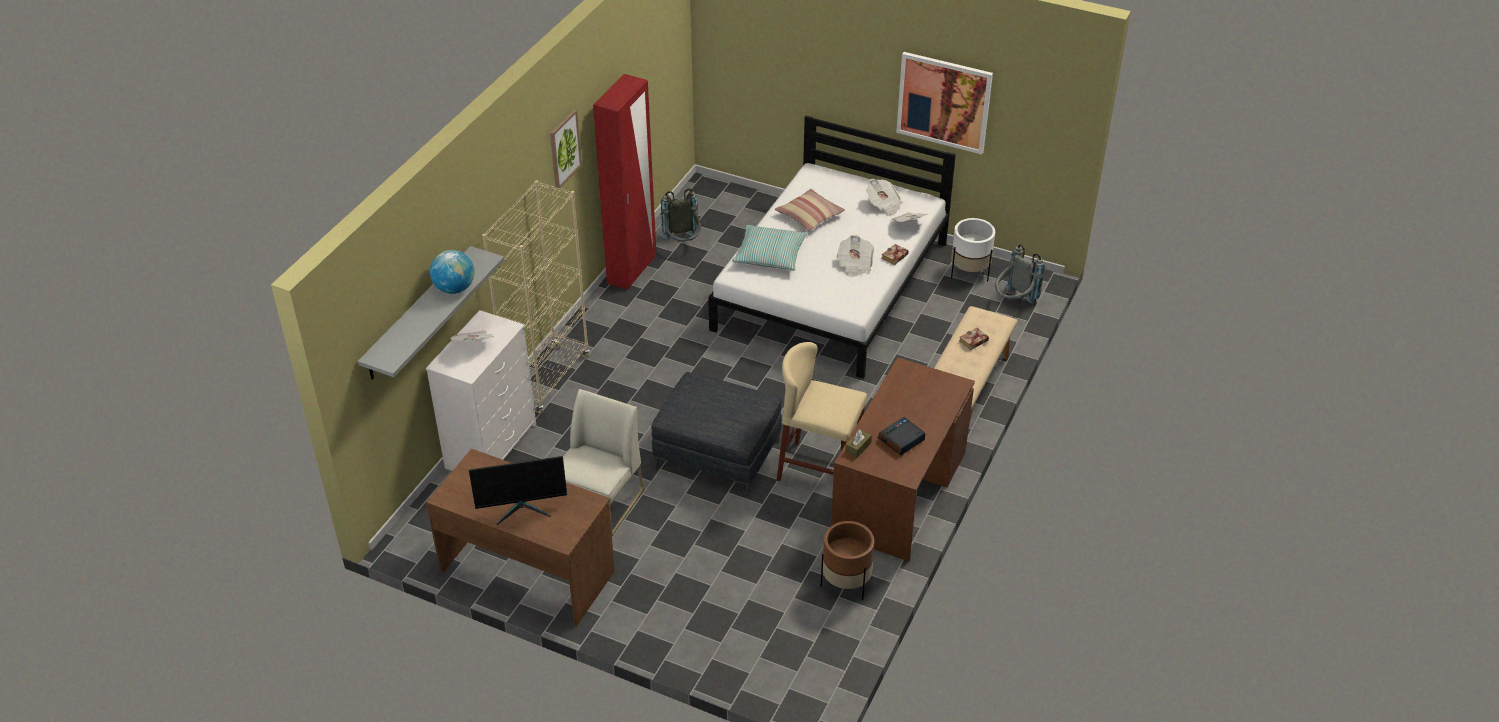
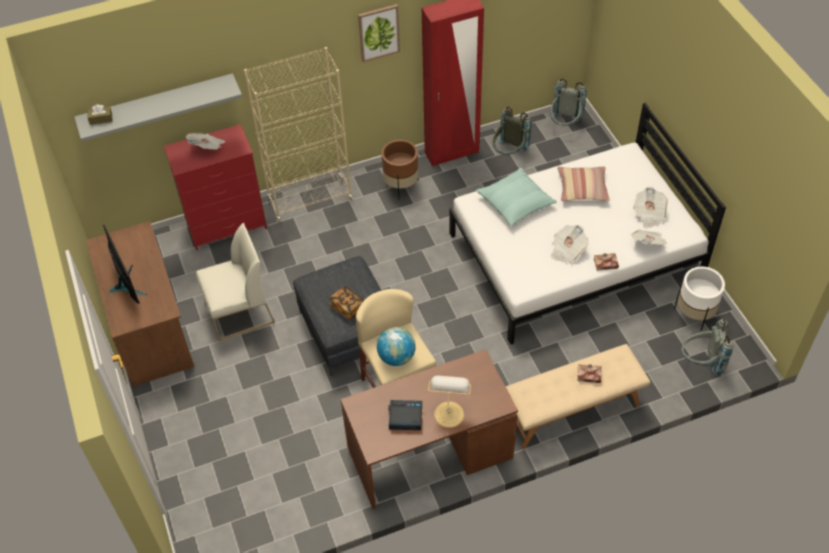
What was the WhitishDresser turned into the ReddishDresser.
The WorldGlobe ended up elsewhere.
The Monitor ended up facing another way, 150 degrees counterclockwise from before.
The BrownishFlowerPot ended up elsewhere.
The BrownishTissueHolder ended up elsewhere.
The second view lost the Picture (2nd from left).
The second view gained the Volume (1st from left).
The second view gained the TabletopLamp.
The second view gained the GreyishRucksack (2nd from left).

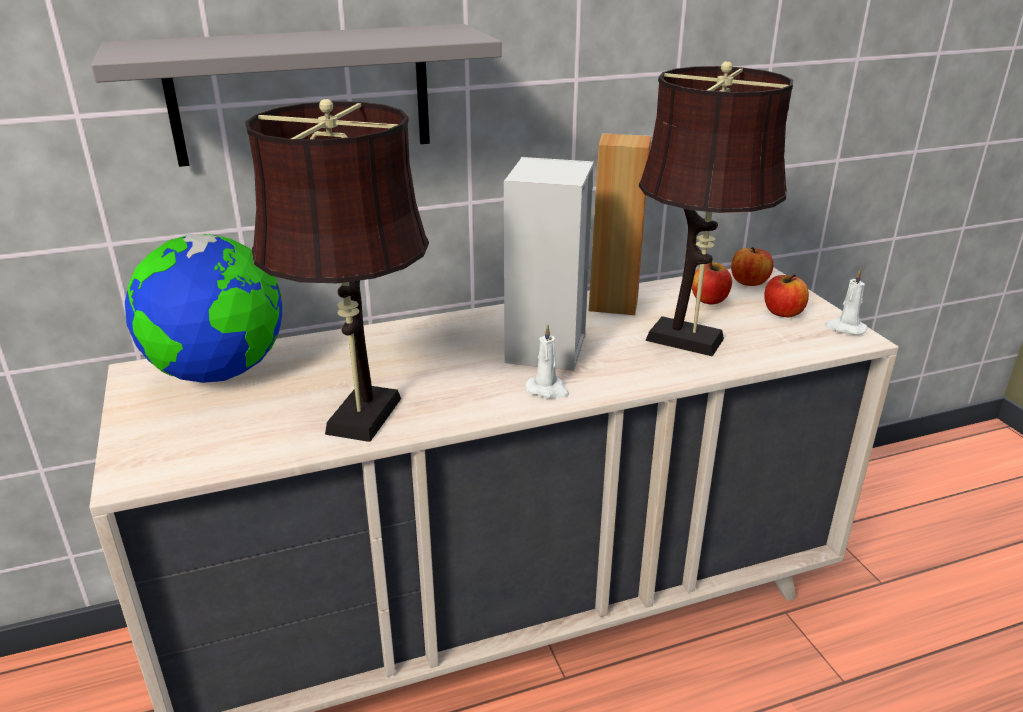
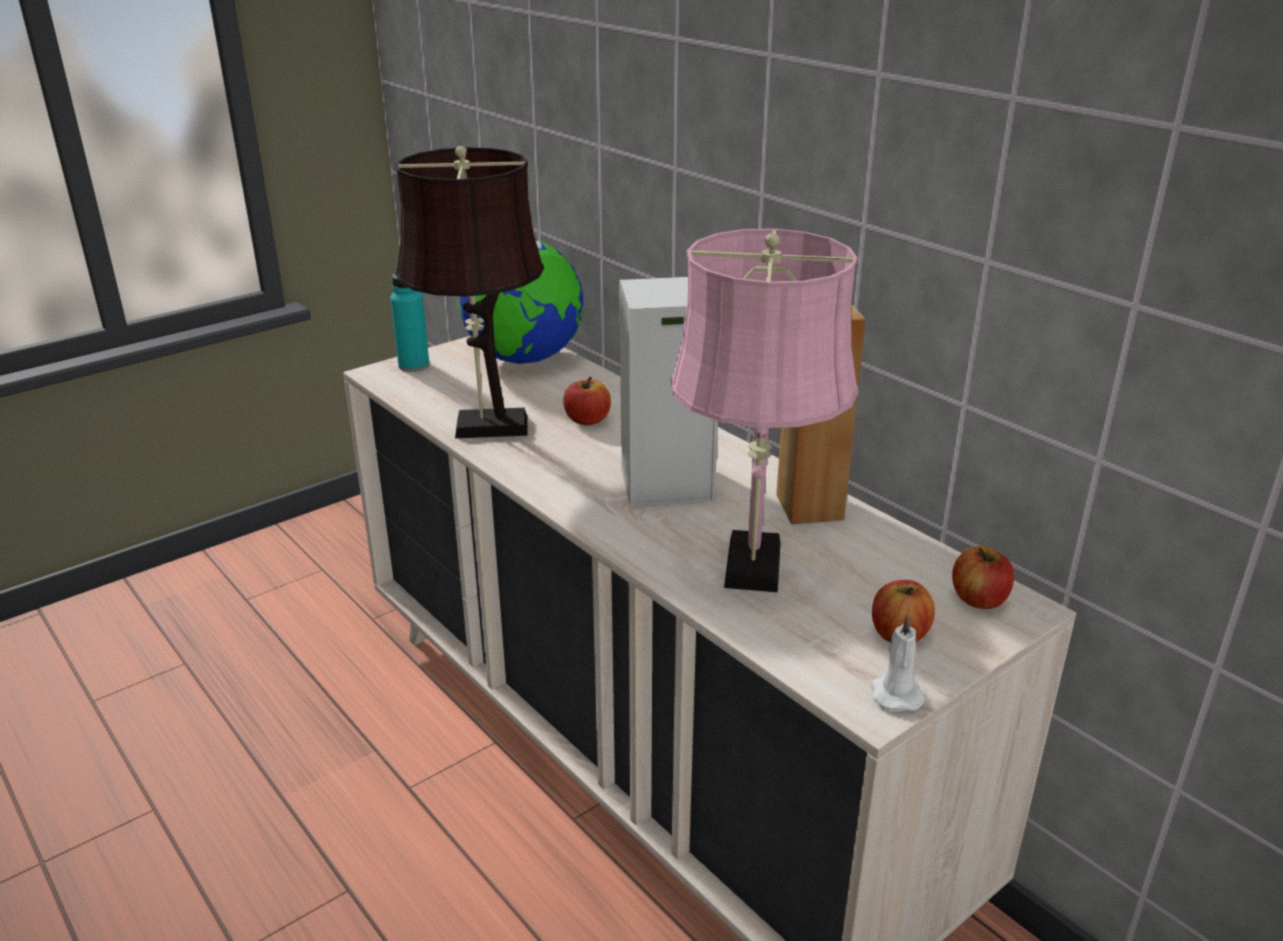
The second view lost the GreyishBracketShelf.
The second view lost the WhitishCandle (1st from left).
What was the BrownishTabletopLamp (2nd from left) turned into the PinkTabletopLamp.
The WholeApple (1st from left) ended up elsewhere.
The second view gained the TurquoiseBeverageBottle.

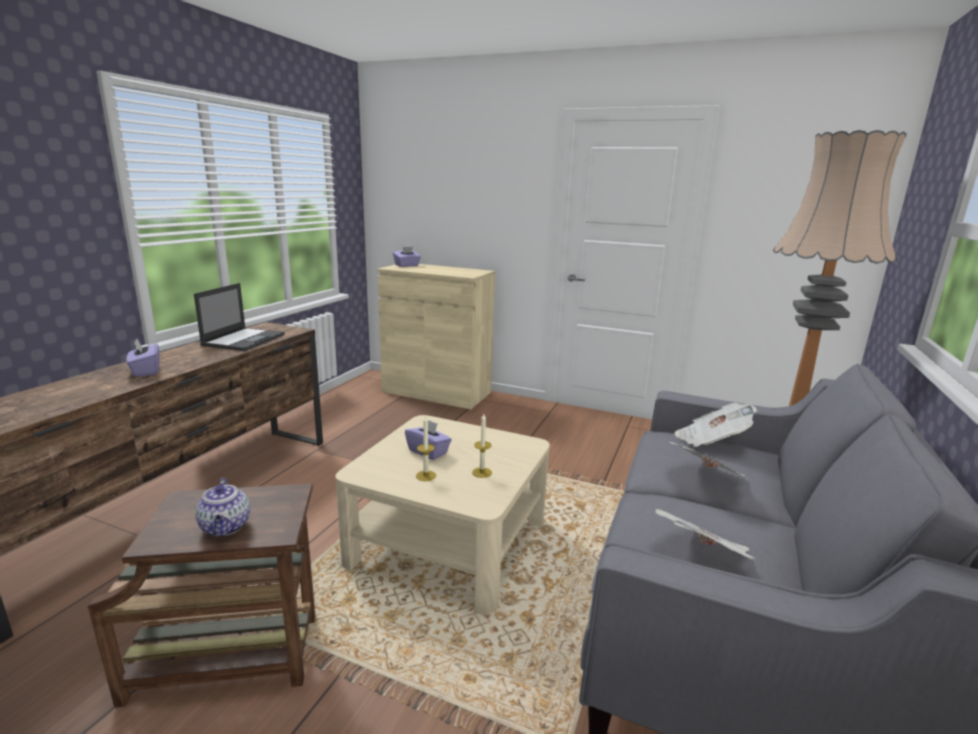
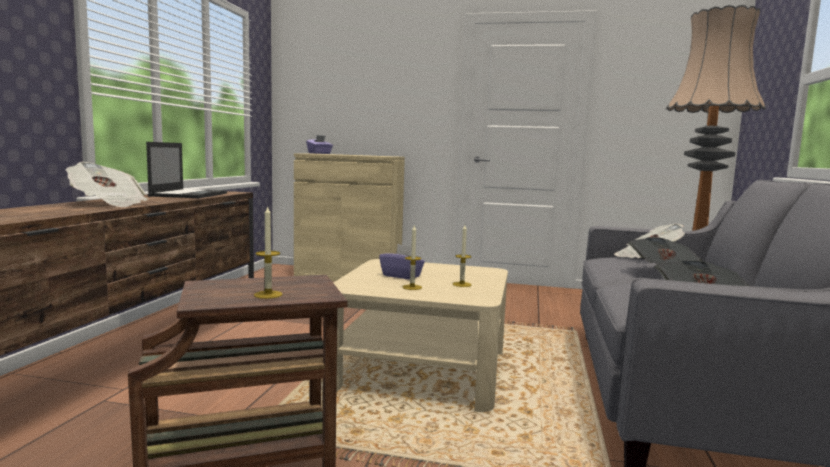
Where the PurpleColouredTissueHolder (1st from left) stood, the DailyPaper (1st from left) came to stand.
Where the TeaPot stood, the Candle (1st from left) came to stand.

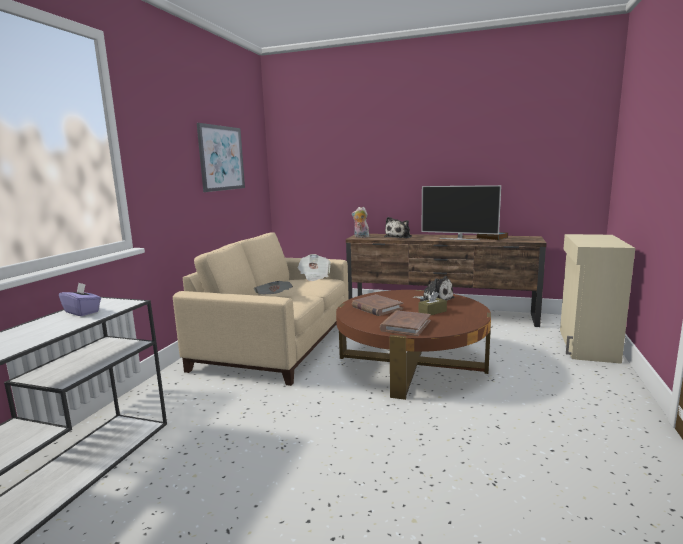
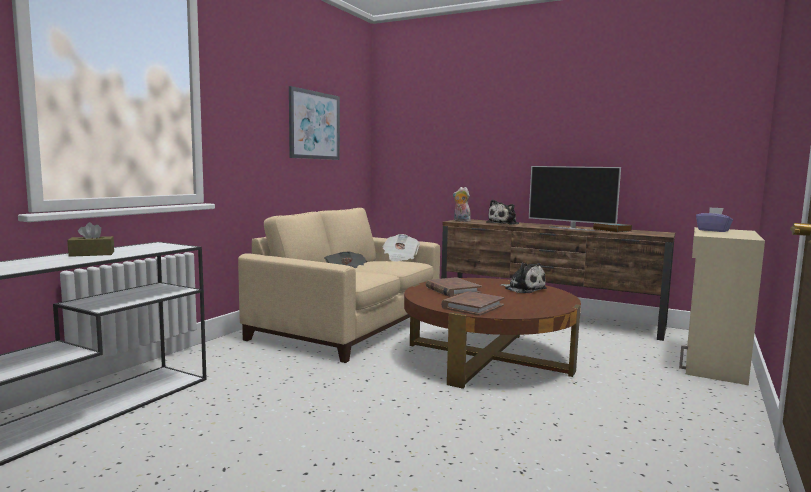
The PurpleColouredTissueHolder ended up elsewhere.
The BrownishTissueHolder ended up elsewhere.

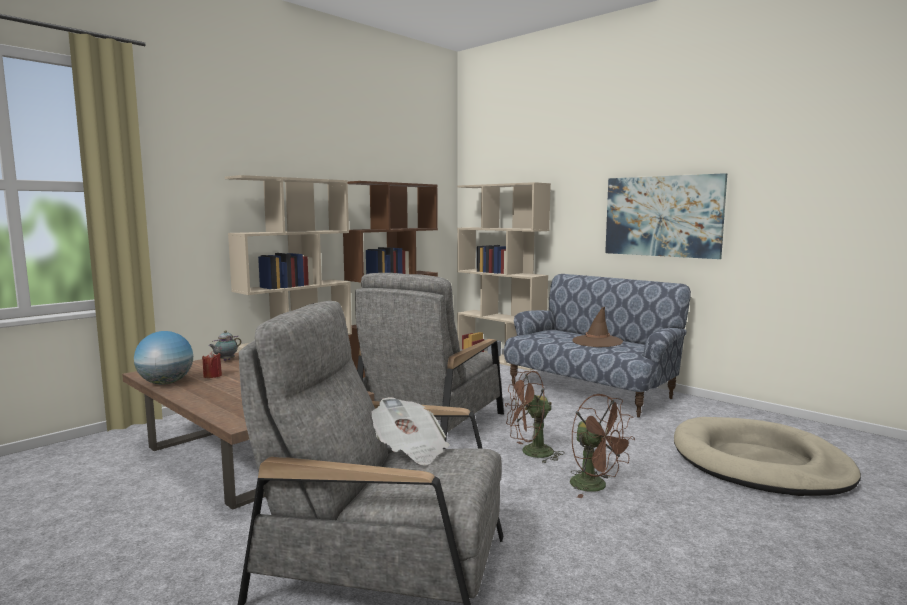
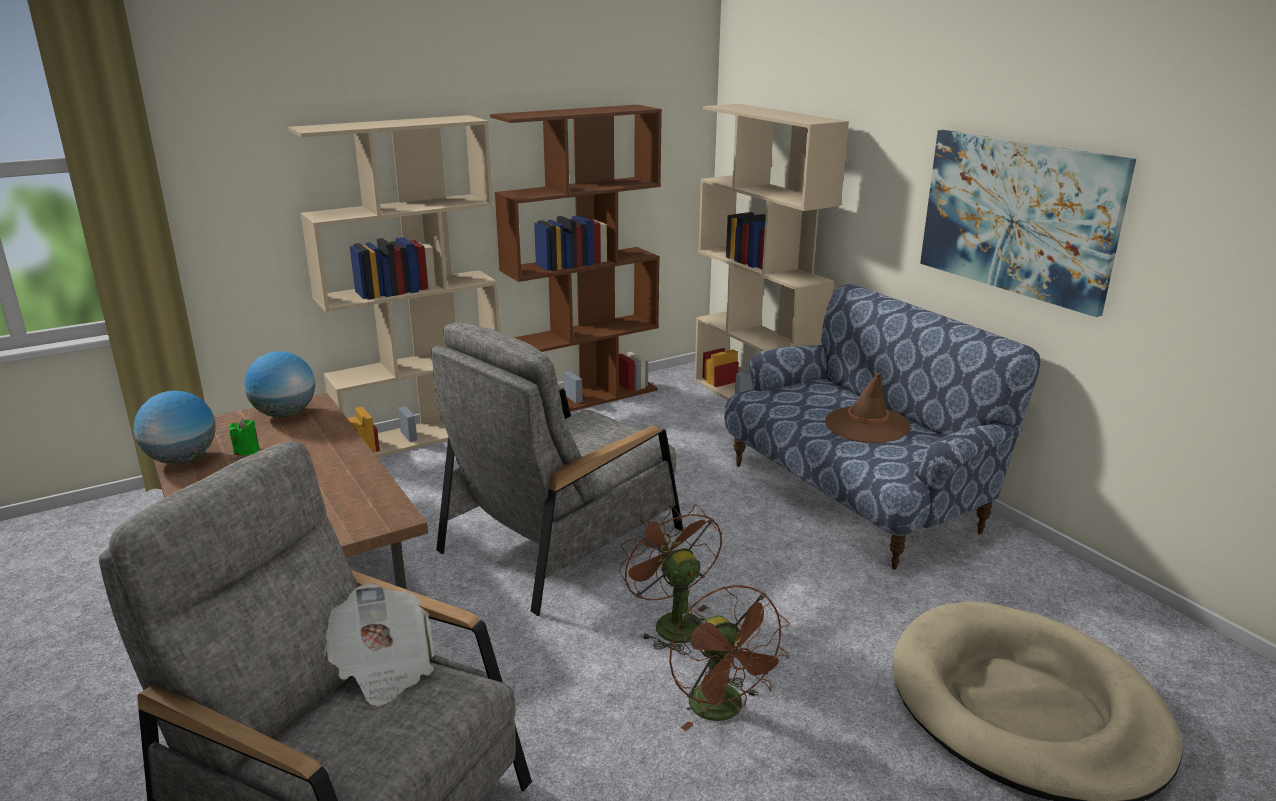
What was the ReddishCandle turned into the GreenishCandle.
Where the TeaPot stood, the WorldGlobe (2nd from left) came to stand.
The BrownishCoolingFan (1st from left) ended up facing another way, 60 degrees clockwise from before.

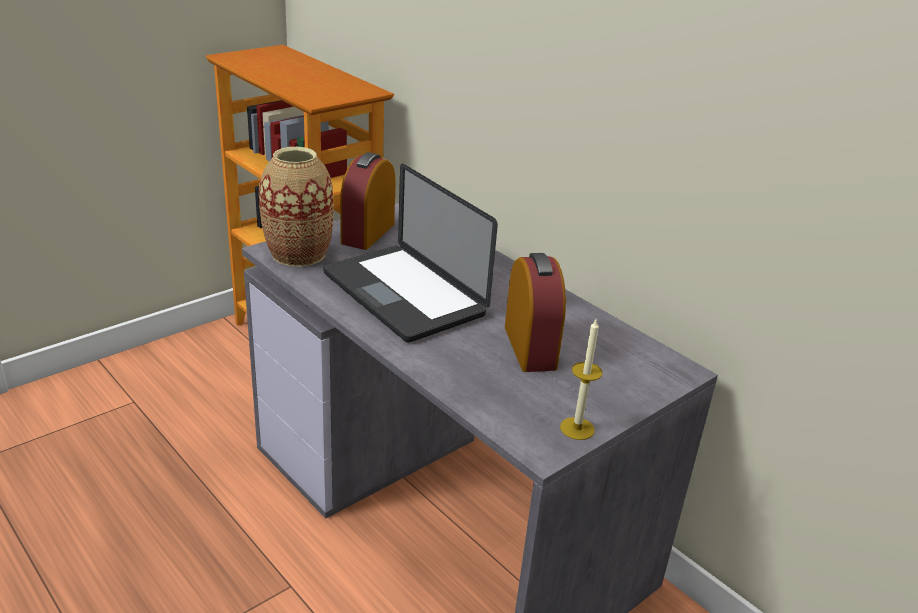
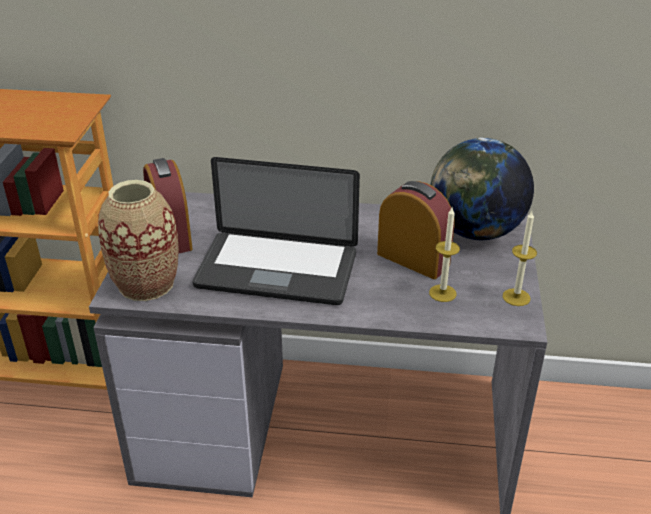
The second view gained the Candle (1st from left).
The second view gained the WorldGlobe.

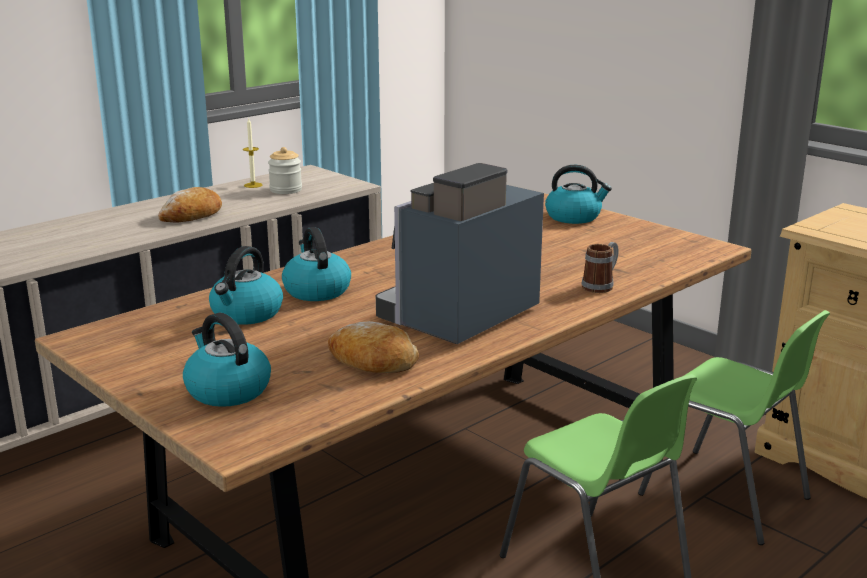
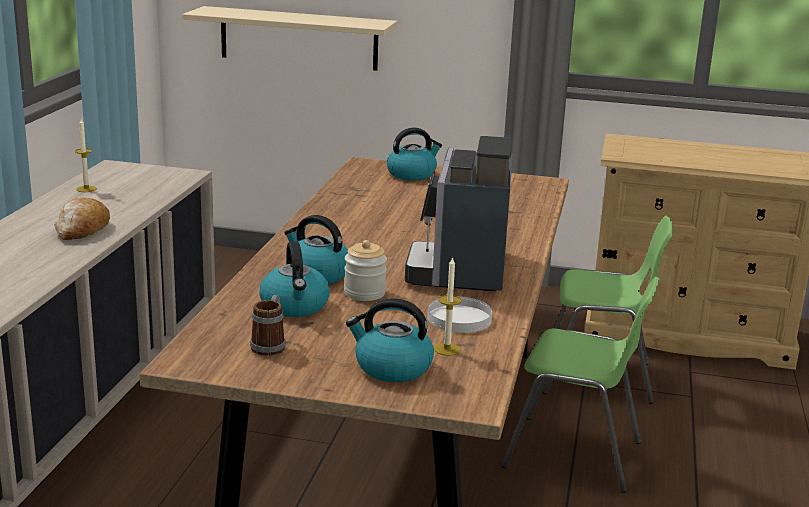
The PreserveJar ended up elsewhere.
Where the BakedBread (2nd from left) stood, the WhitishPlate came to stand.
The Mug ended up elsewhere.
The second view gained the BeigeColouredBracketShelf.
The second view gained the Candle (2nd from left).

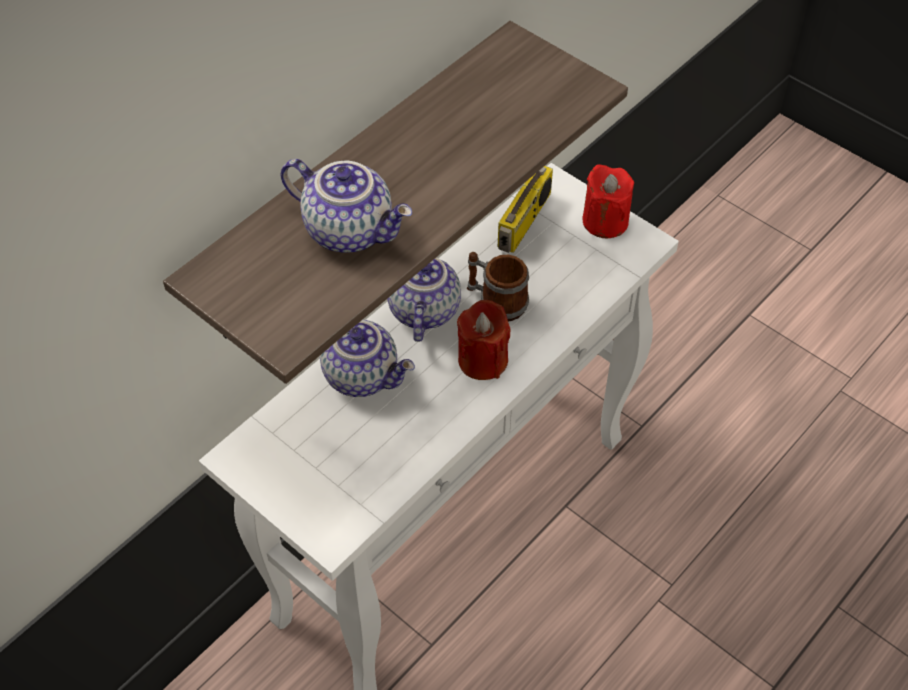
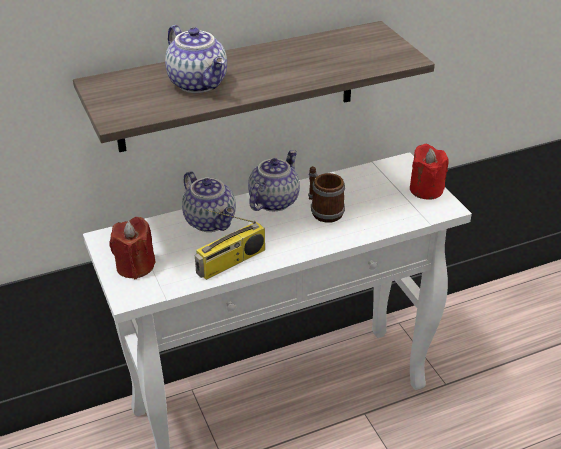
The ReddishCandle (1st from left) ended up elsewhere.
The RadioSet ended up elsewhere.

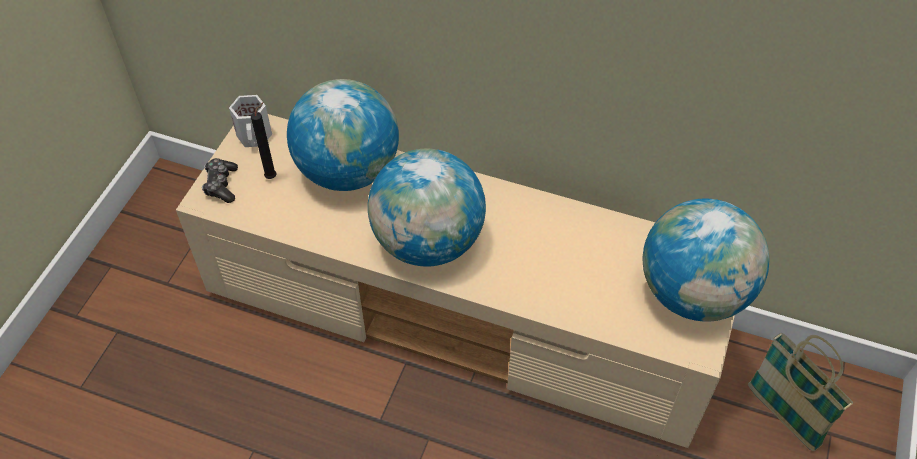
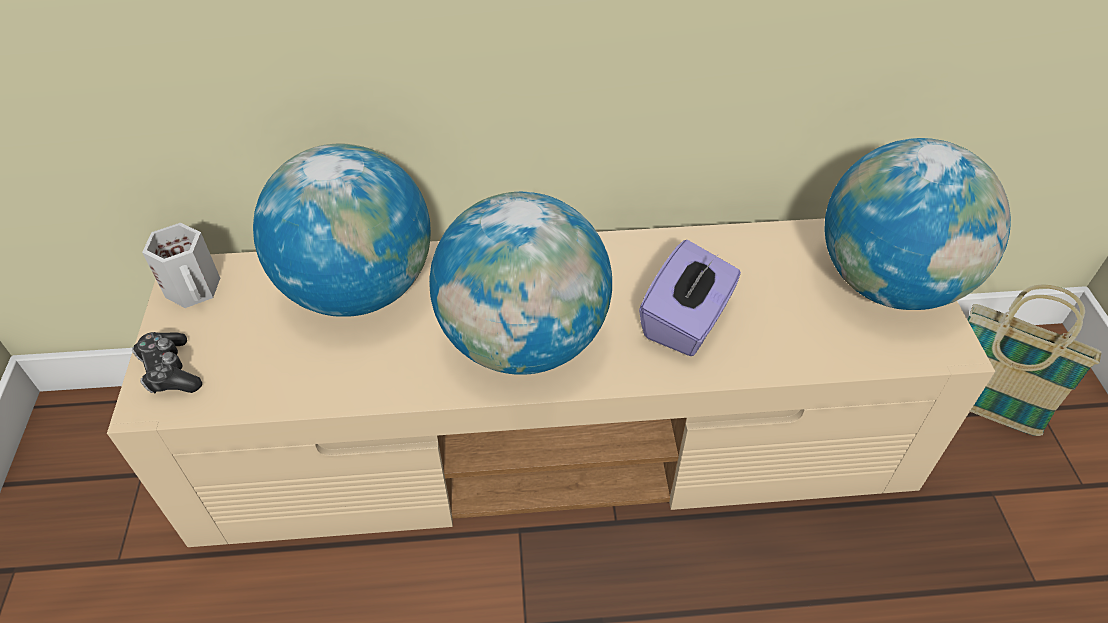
The second view lost the BlackColouredCandle.
The second view gained the PurpleColouredTissueHolder.

